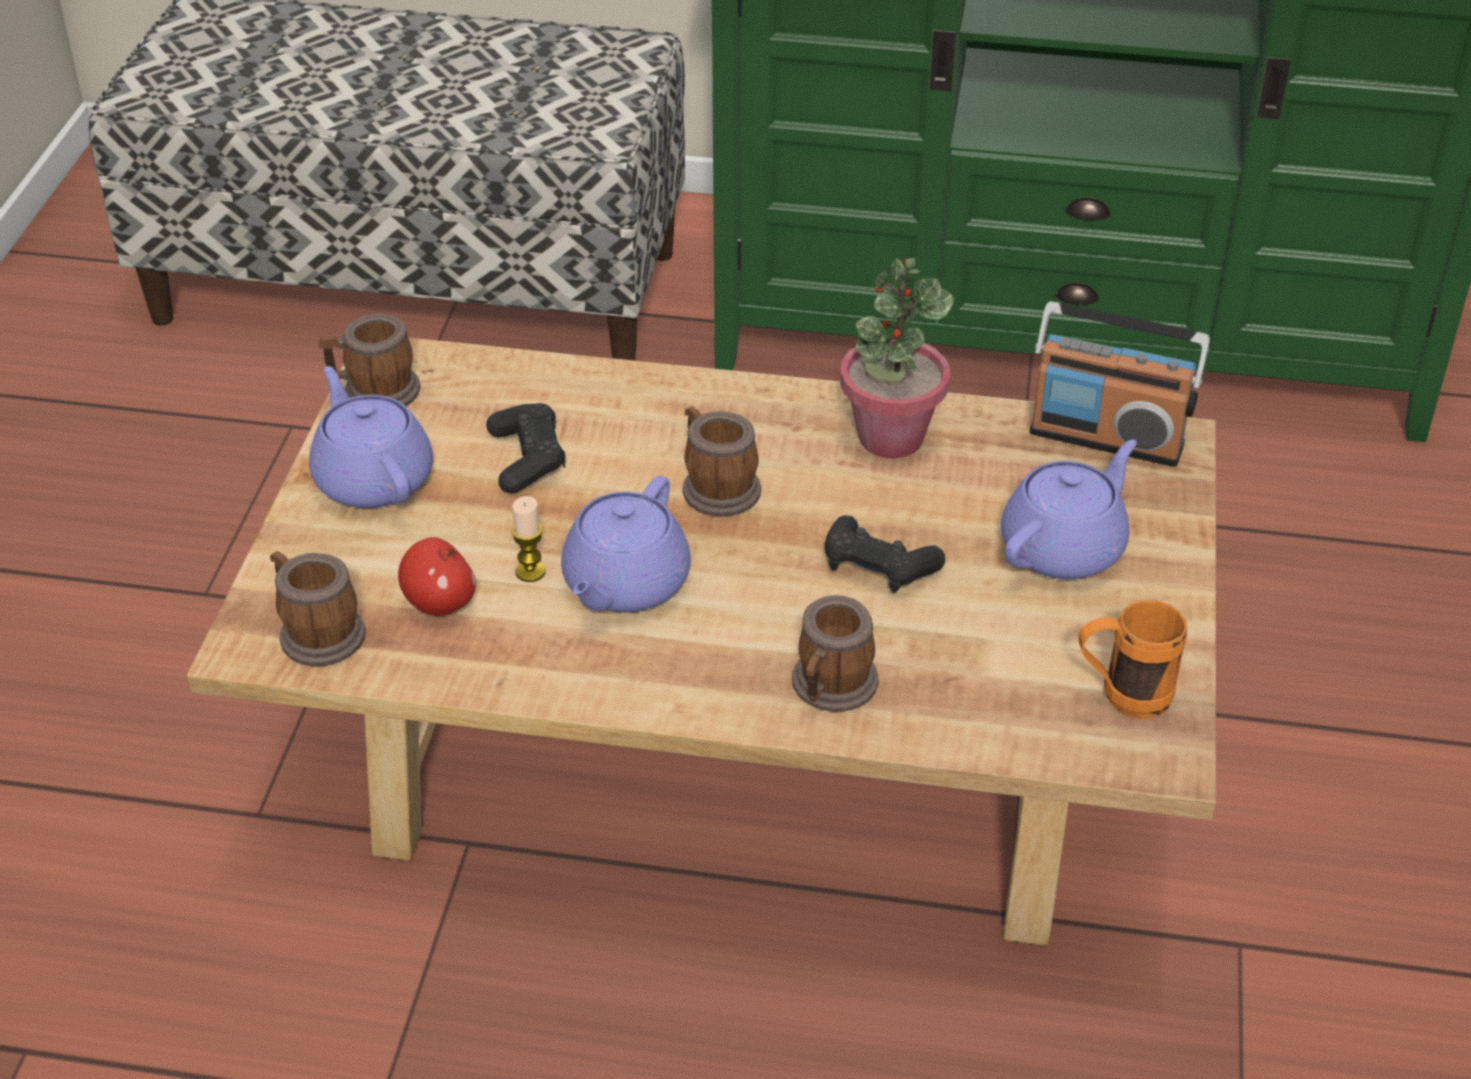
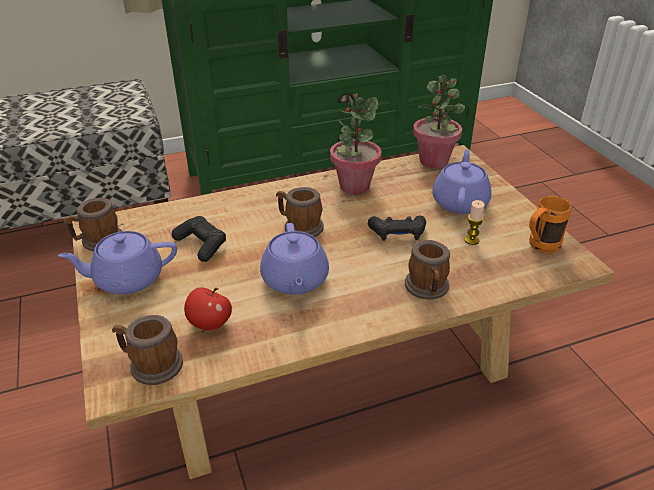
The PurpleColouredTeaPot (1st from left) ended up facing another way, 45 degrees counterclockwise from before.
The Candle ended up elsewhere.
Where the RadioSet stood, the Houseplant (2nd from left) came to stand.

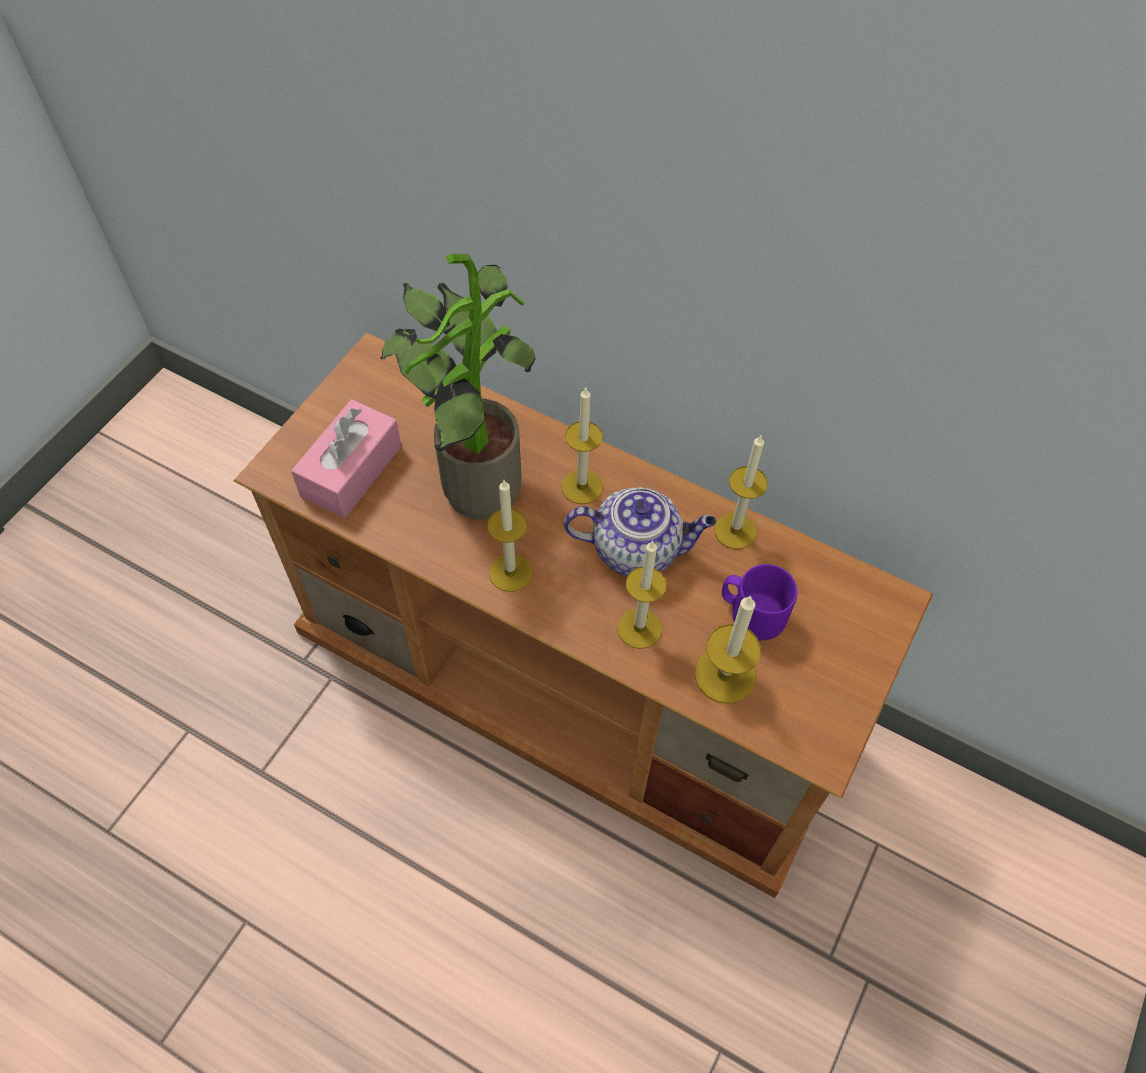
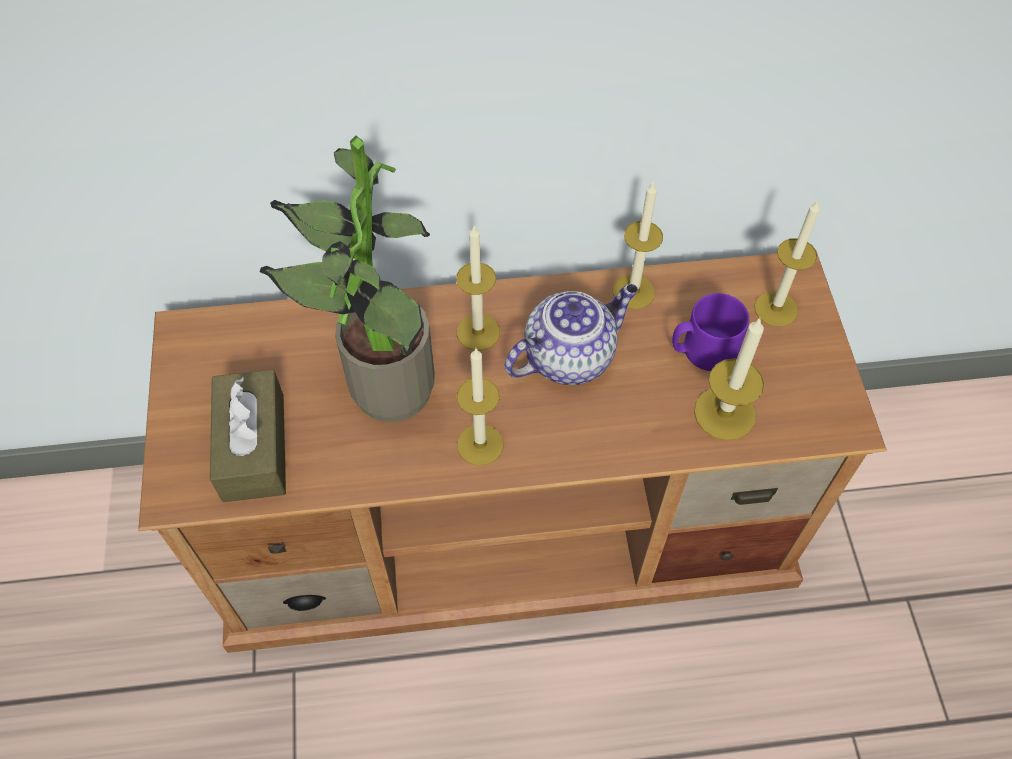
What was the PinkTissueHolder turned into the BrownishTissueHolder.
The Candle (3rd from left in the first image) ended up elsewhere.

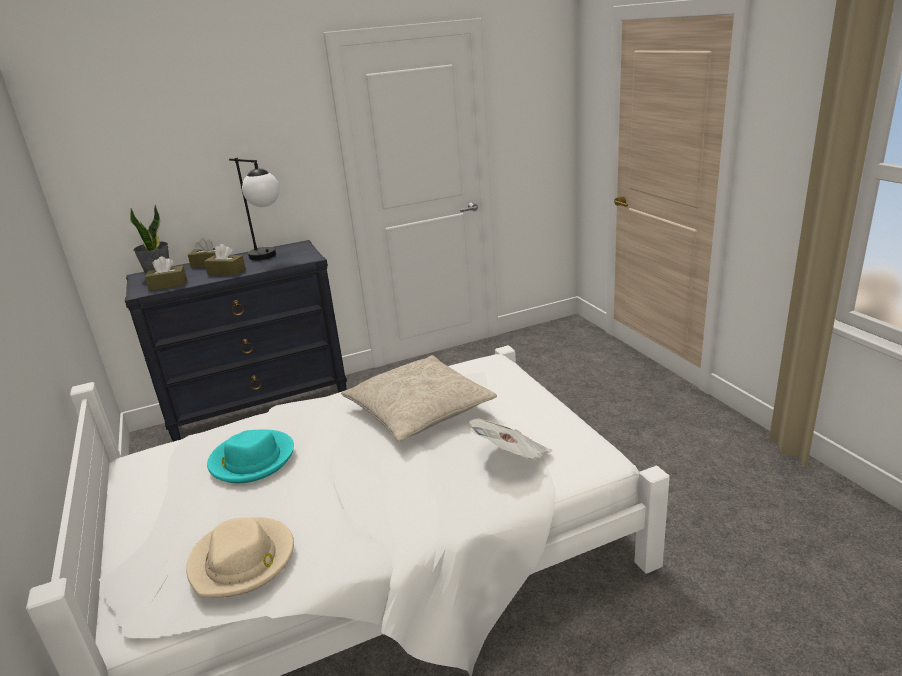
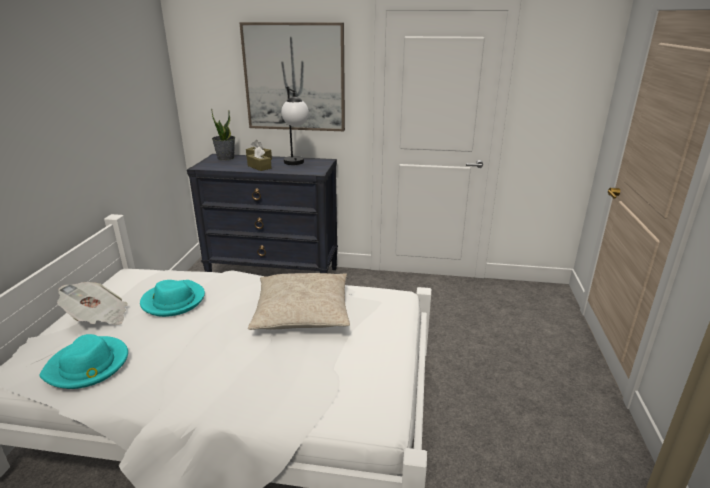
The second view lost the BrownishTissueHolder (1st from left).
What was the BeigeColouredClothingHat turned into the TurquoiseClothingHat (1st from left).
The DailyPaper ended up elsewhere.
The second view gained the Picture.

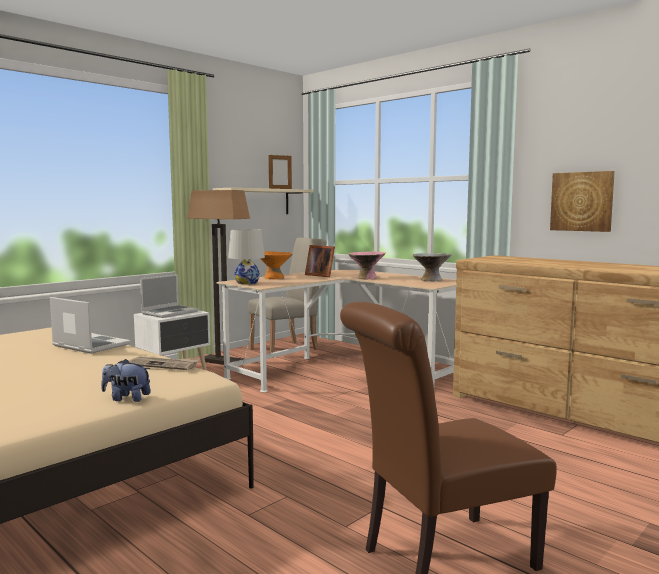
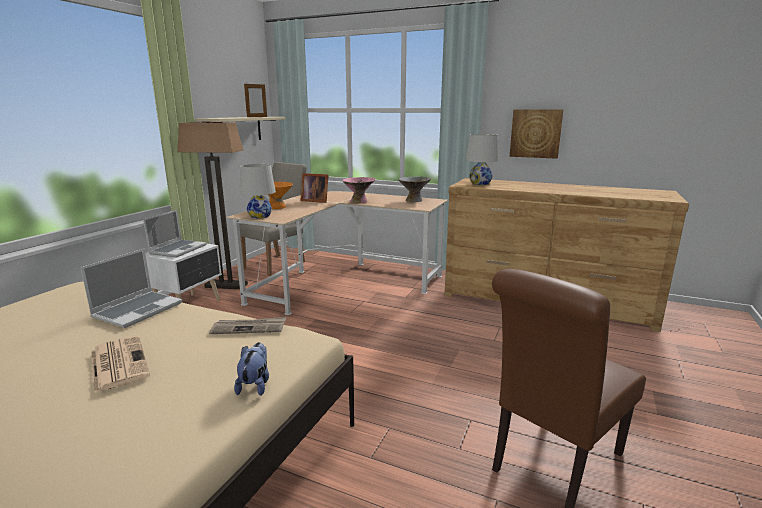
The NotebookComputer (1st from left) ended up facing another way, 105 degrees clockwise from before.
The SoftToy ended up facing another way, 105 degrees clockwise from before.
The second view gained the DailyPaper (1st from left).
The second view gained the WhitishTabletopLamp (2nd from left).

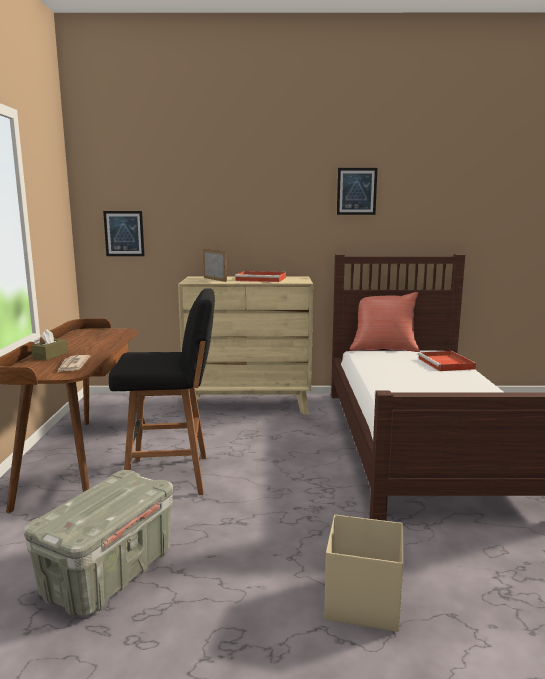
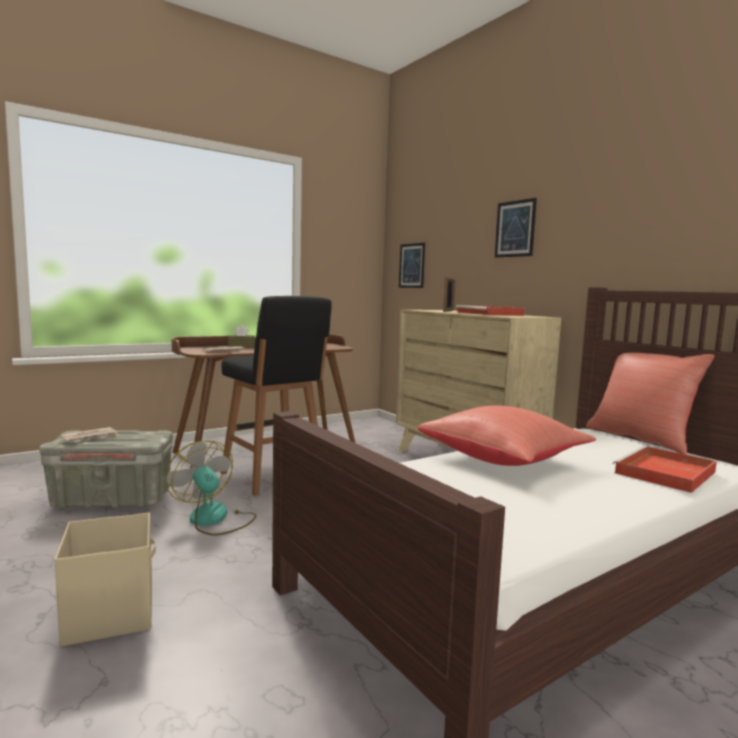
The Picture (2nd from left) ended up elsewhere.
The second view gained the DailyPaper (1st from left).
The second view gained the CoolingFan.
The second view gained the ReddishPillow (1st from left).

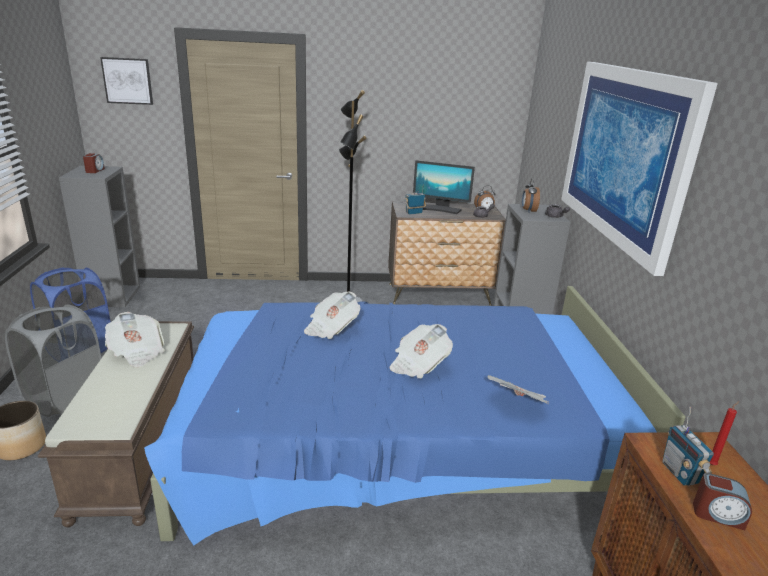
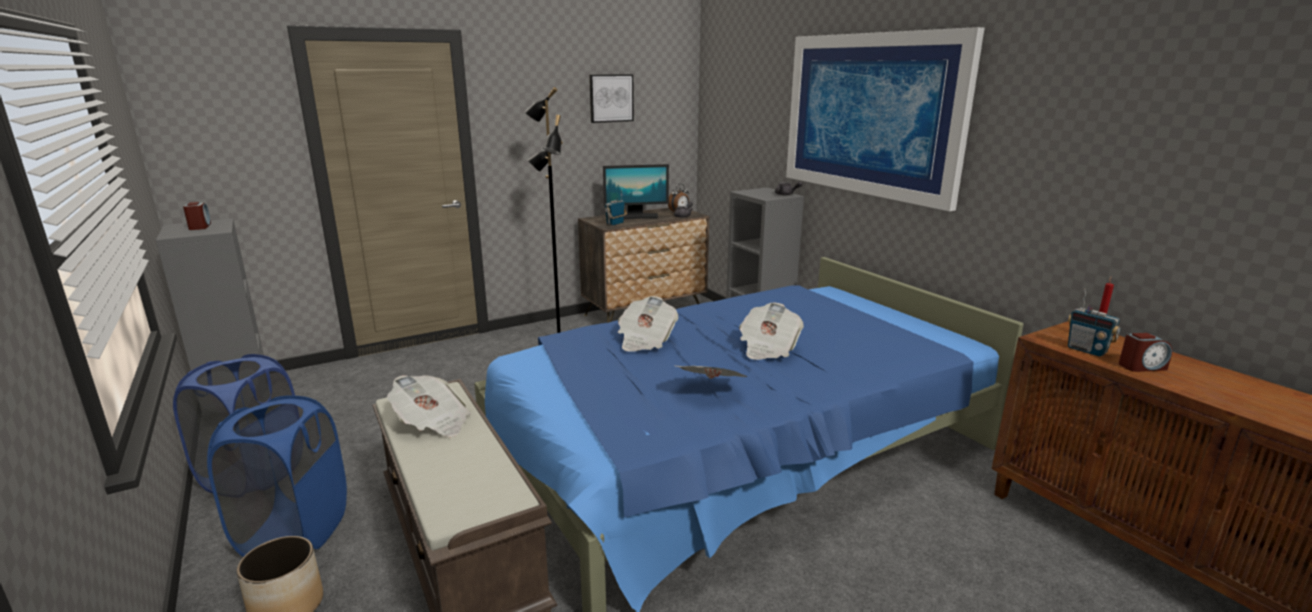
What was the GreyishLaundryBasket turned into the BlueColouredLaundryBasket (2nd from left).
The Picture (1st from left) ended up elsewhere.
The DailyPaper (4th from left in the first image) ended up elsewhere.
The second view lost the TableClock (3rd from left).

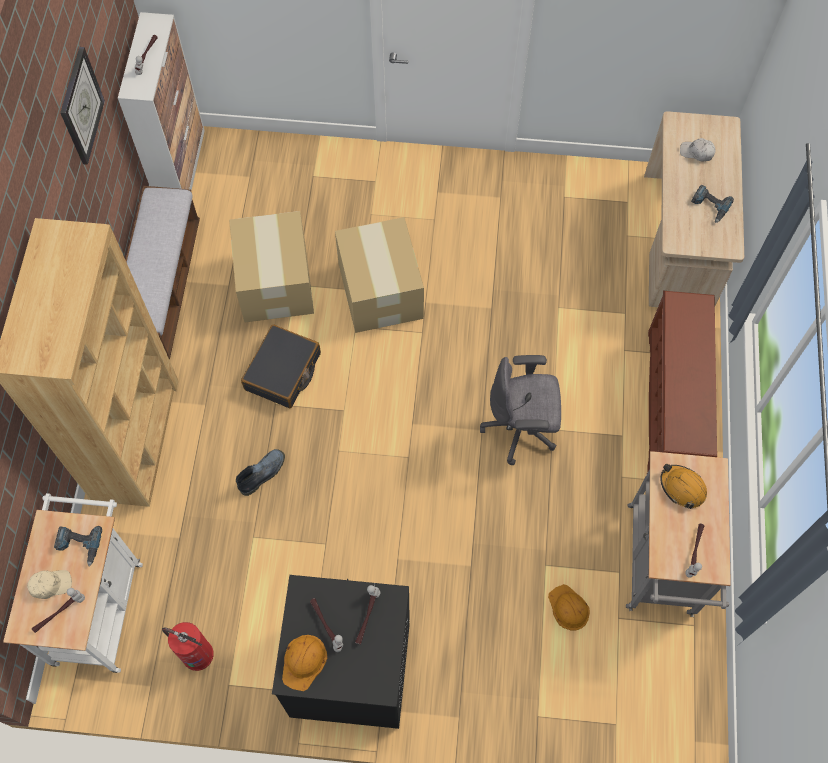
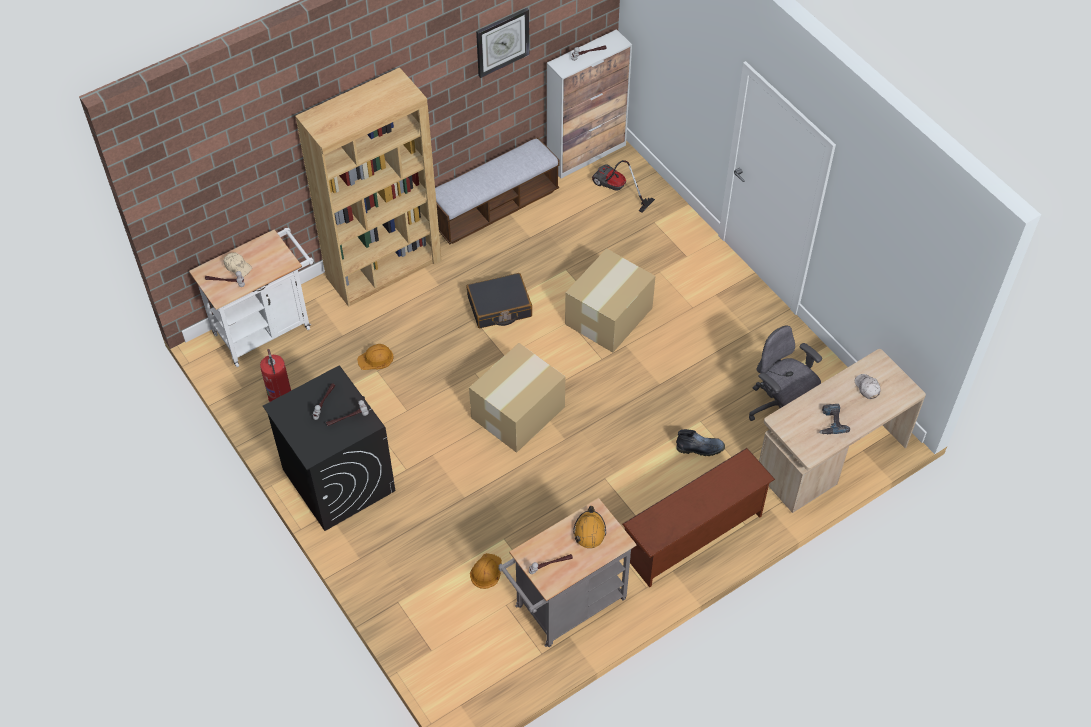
The second view lost the ElectricDrill (1st from left).
The Carton (1st from left) ended up elsewhere.
The Boot ended up elsewhere.
The OrangeColouredSafetyHelmet (1st from left) ended up elsewhere.
The GreyishComputerChair ended up elsewhere.
The second view gained the VacuumCleaner.

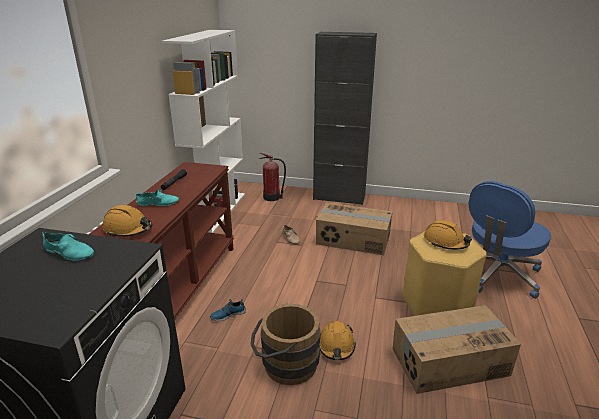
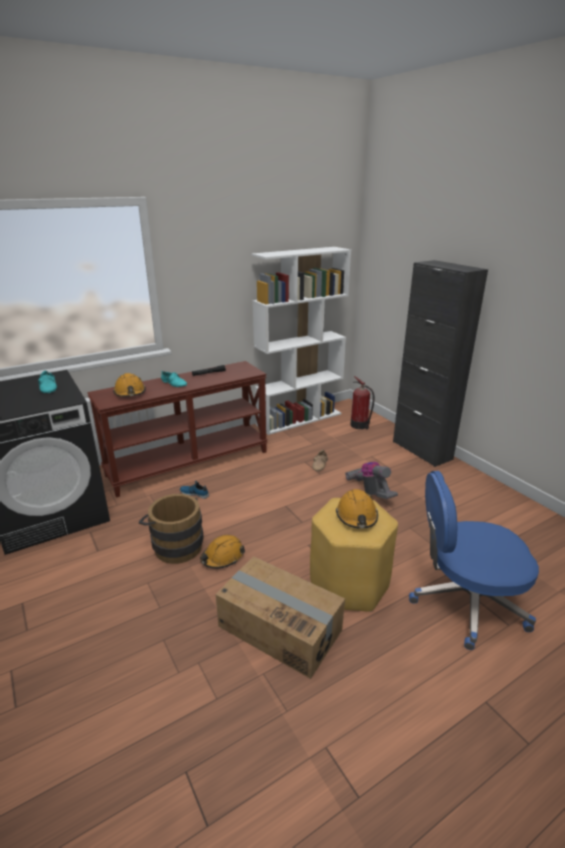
Where the Carton (1st from left) stood, the VacuumCleaner came to stand.

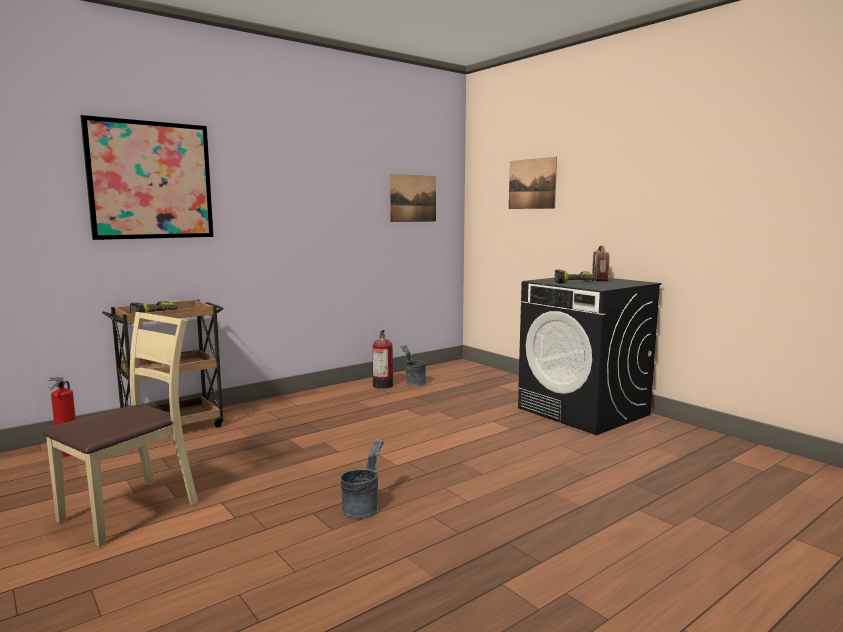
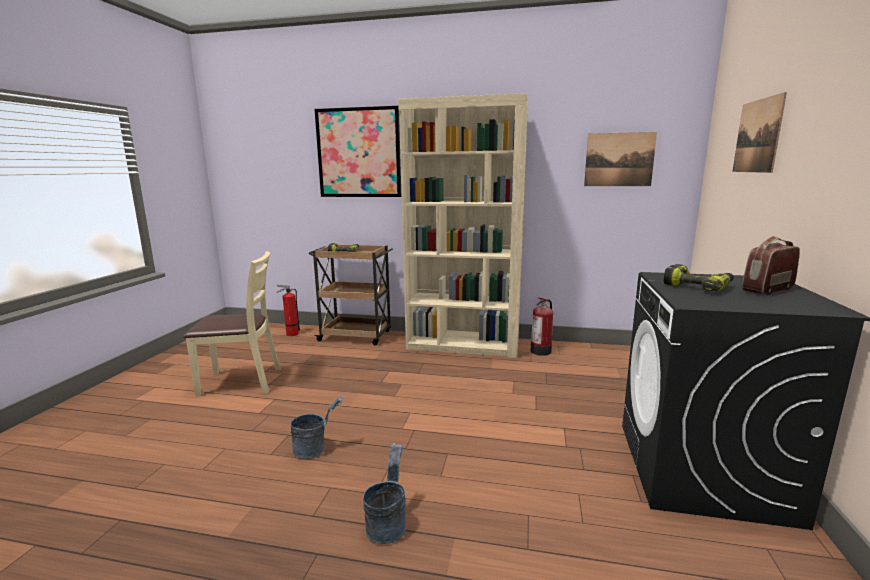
The GreyishPail (2nd from left) ended up elsewhere.
The second view gained the BeigeColouredShelvingUnit.

